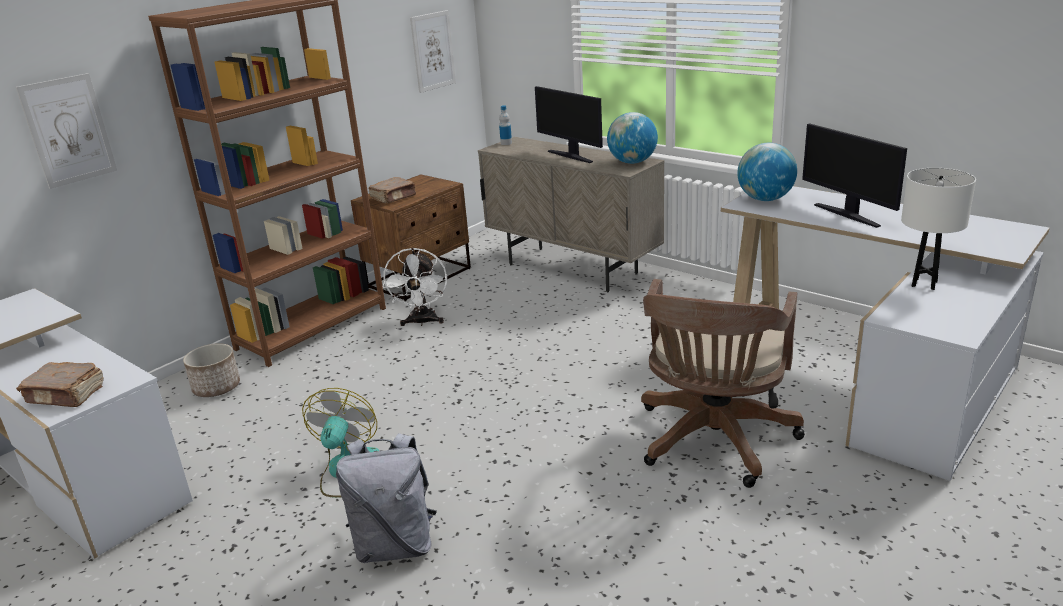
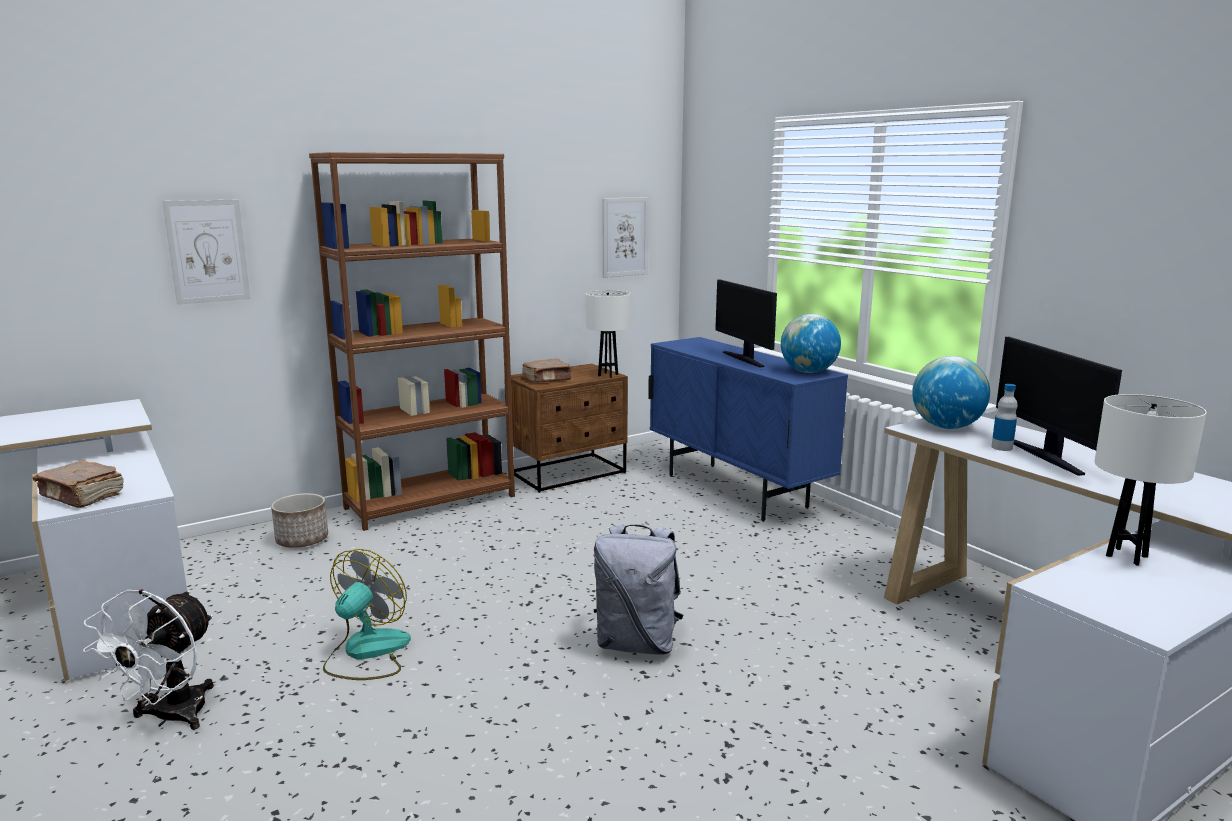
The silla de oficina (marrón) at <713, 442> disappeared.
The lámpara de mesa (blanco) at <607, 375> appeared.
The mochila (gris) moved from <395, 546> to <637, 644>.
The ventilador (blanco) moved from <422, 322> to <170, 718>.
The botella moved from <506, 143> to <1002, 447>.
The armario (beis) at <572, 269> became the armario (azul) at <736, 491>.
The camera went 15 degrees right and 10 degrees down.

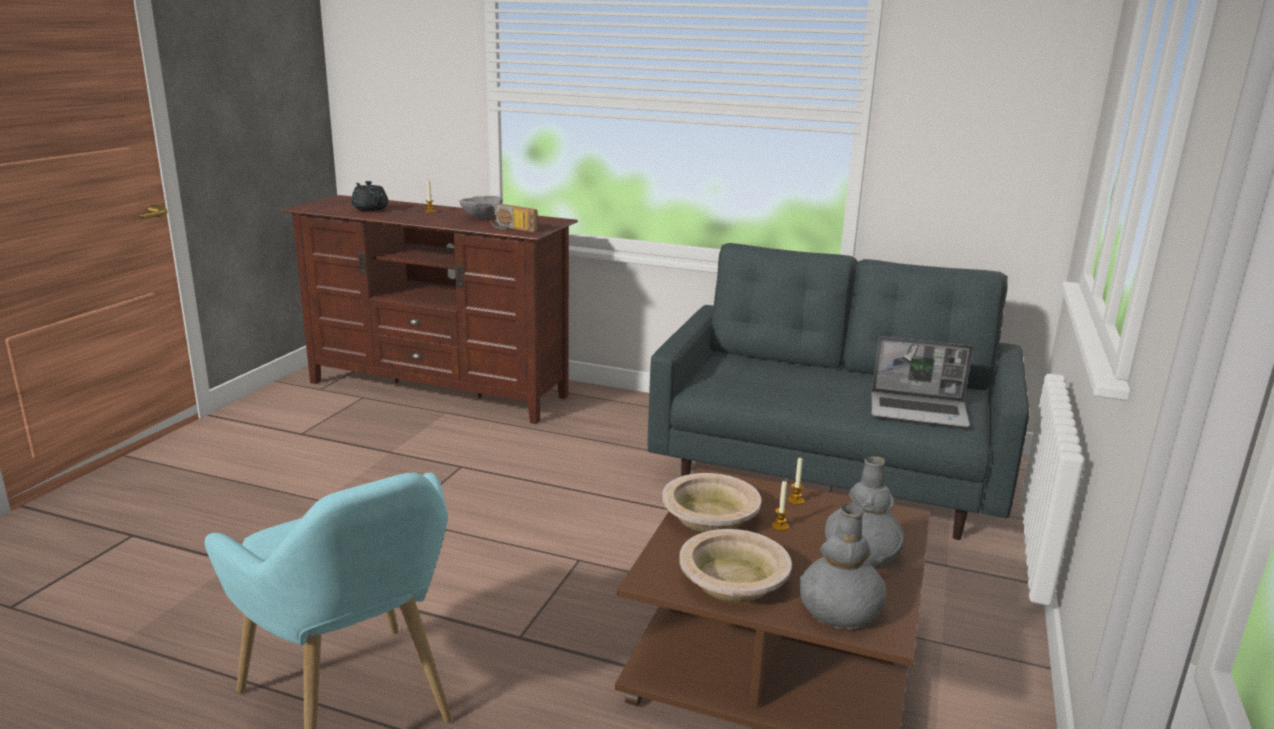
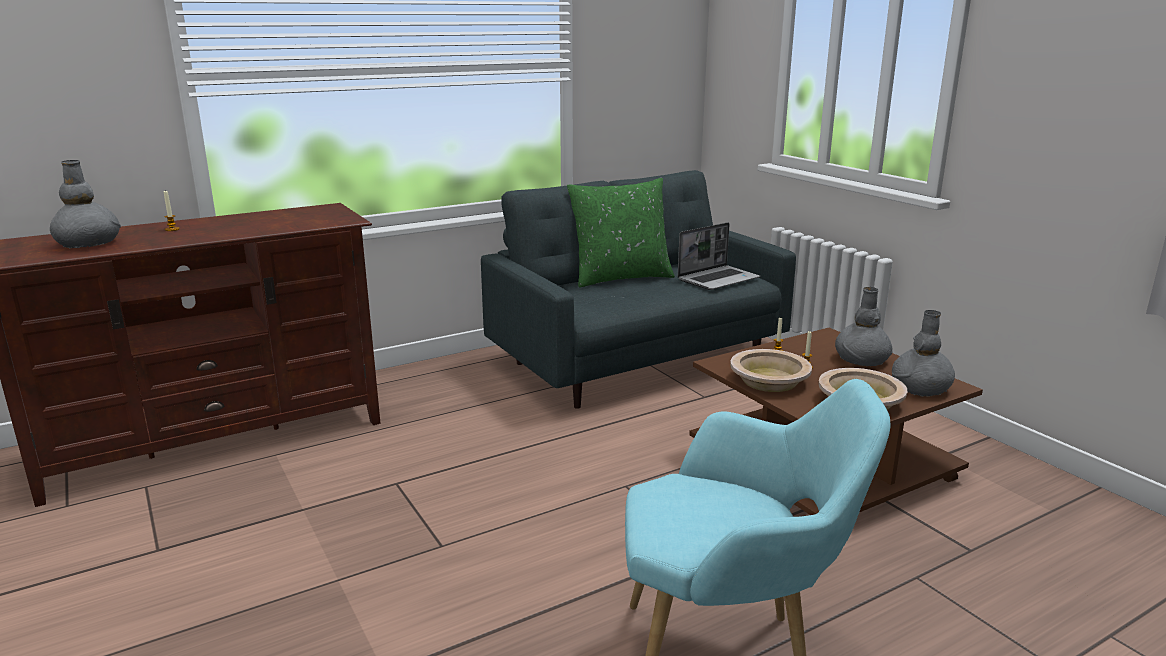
The cuenco (gris) at <480, 218> disappeared.
The radio at <511, 229> disappeared.
The cojín (verde) at <620, 278> appeared.
The tetera (negro) at <370, 209> was replaced by the florero (gris) at <88, 244>.
The camera went 50 degrees left and 0 degrees up.

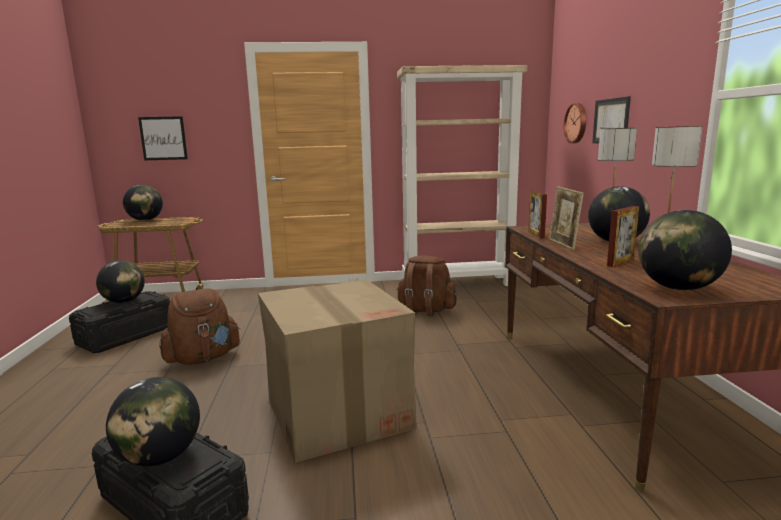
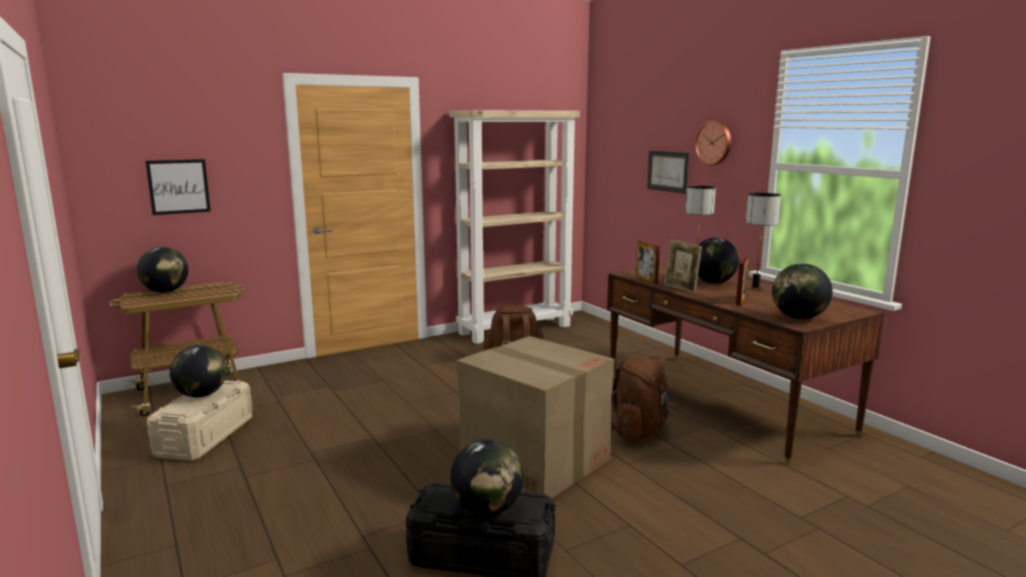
The mochila (marrón) moved from <203, 358> to <638, 431>.
The reloj de pared moved from <576, 123> to <714, 143>.
The caja de almacenaje (negro) at <126, 336> became the caja de almacenaje (beis) at <205, 436>.
The camera went 25 degrees left and 0 degrees up.

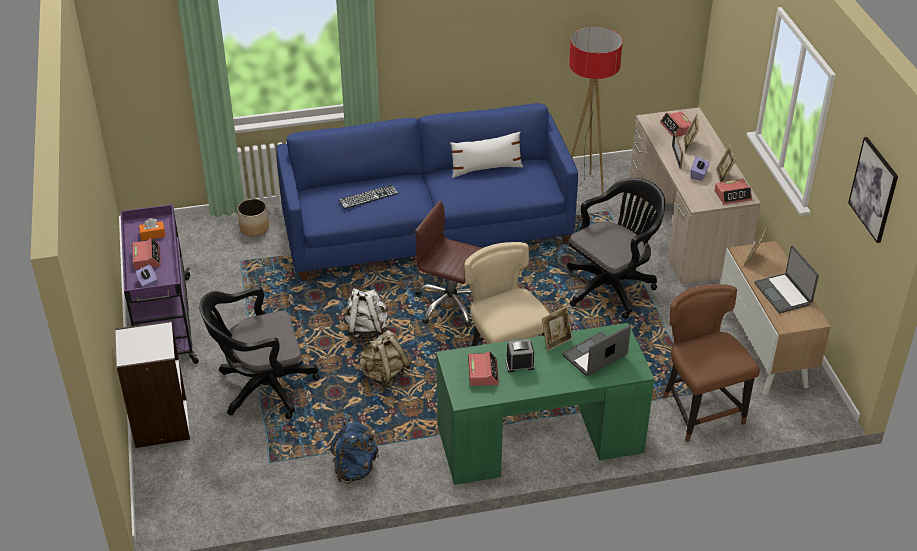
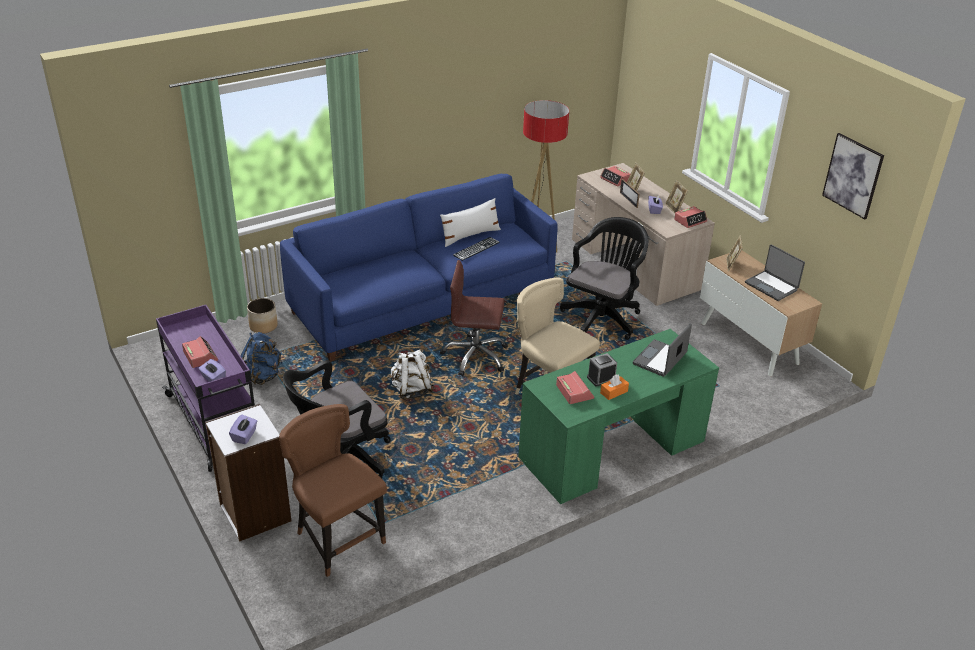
The mochila (beis) at <384, 375> disappeared.
The portarretratos at <556, 341> disappeared.
The caja de pañuelos (morado) at <244, 436> appeared.
The caja de pañuelos (naranja) moved from <152, 235> to <614, 392>.
The mochila (azul) moved from <355, 469> to <263, 375>.
The teclado moved from <368, 197> to <476, 248>.
The silla (marrón) moved from <700, 410> to <338, 539>.
The camera went 20 degrees left and 5 degrees down.

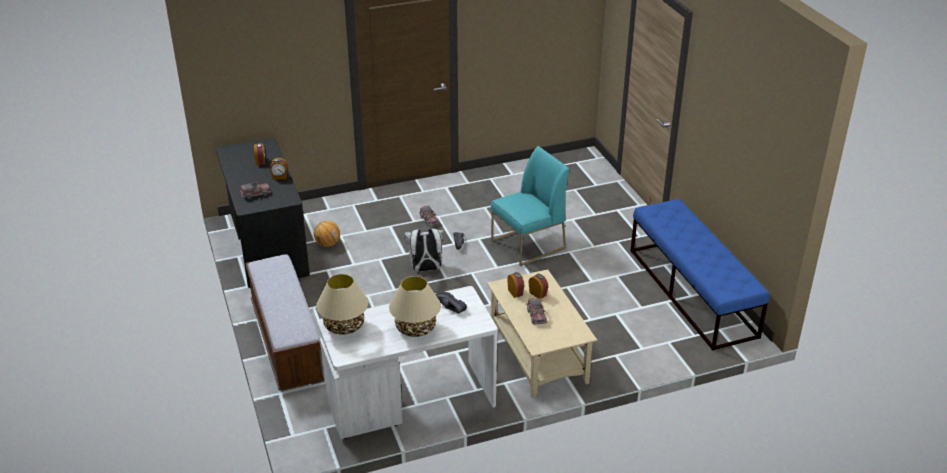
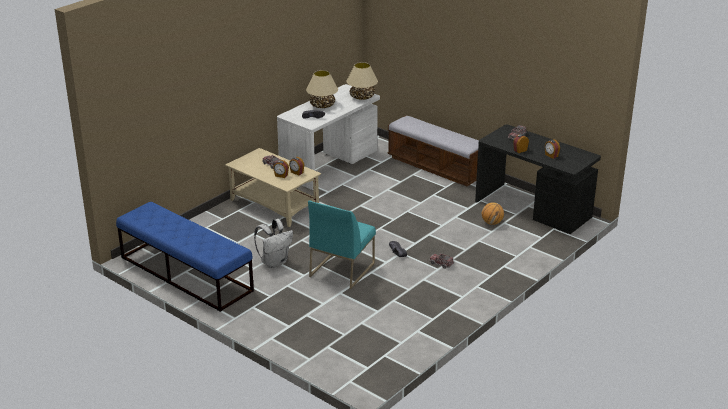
The mochila (blanco) moved from <426, 269> to <274, 262>.
The camera went 150 degrees right and 5 degrees down.

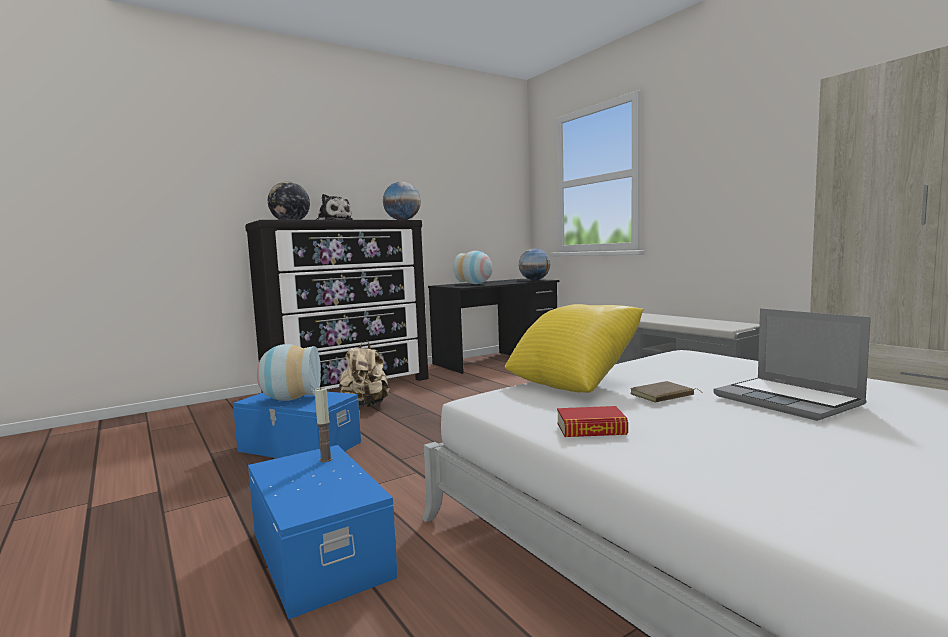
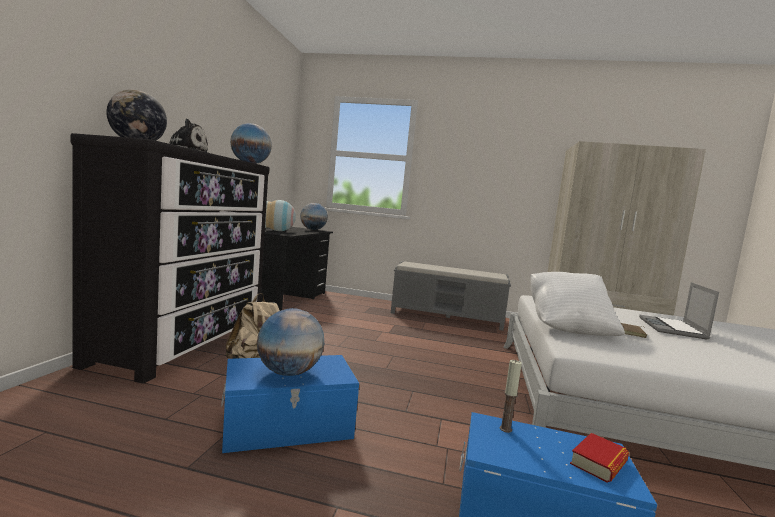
The libro moved from <591, 429> to <598, 463>.
The florero at <290, 399> was replaced by the globo terráqueo at <289, 372>.
The cojín (amarillo) at <573, 383> became the cojín (blanco) at <568, 327>.
The portátil at <789, 401> turned 90 degrees clockwise.
The camera went 45 degrees left and 0 degrees up.

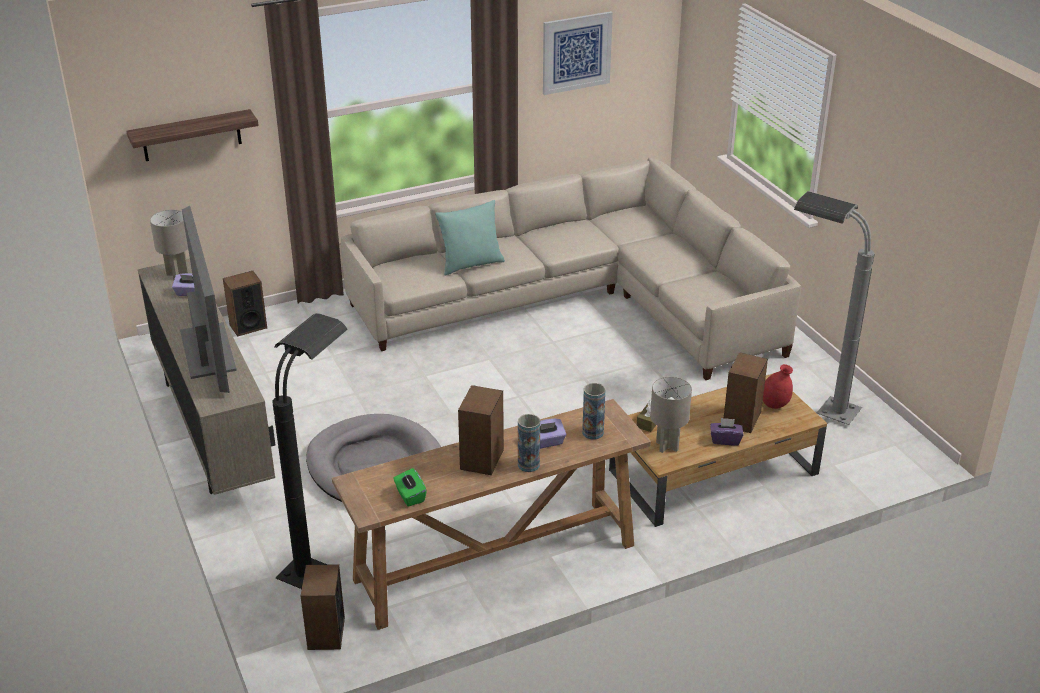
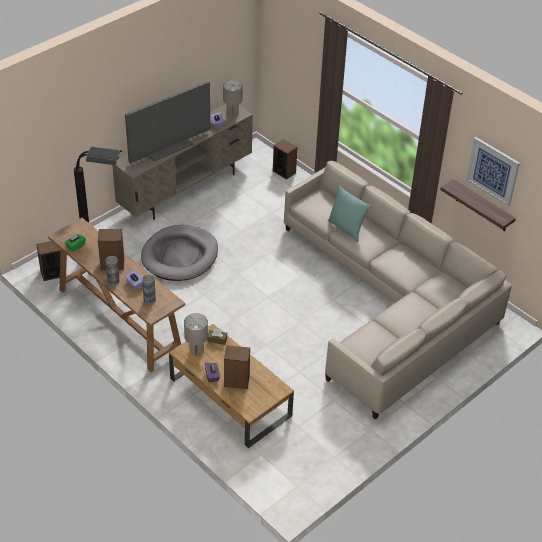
The florero (rojo) at <774, 405> disappeared.
The lámpara de pie (gris) at <815, 406> disappeared.
The estante moved from <191, 135> to <482, 206>.
The camera went 70 degrees right and 10 degrees up.

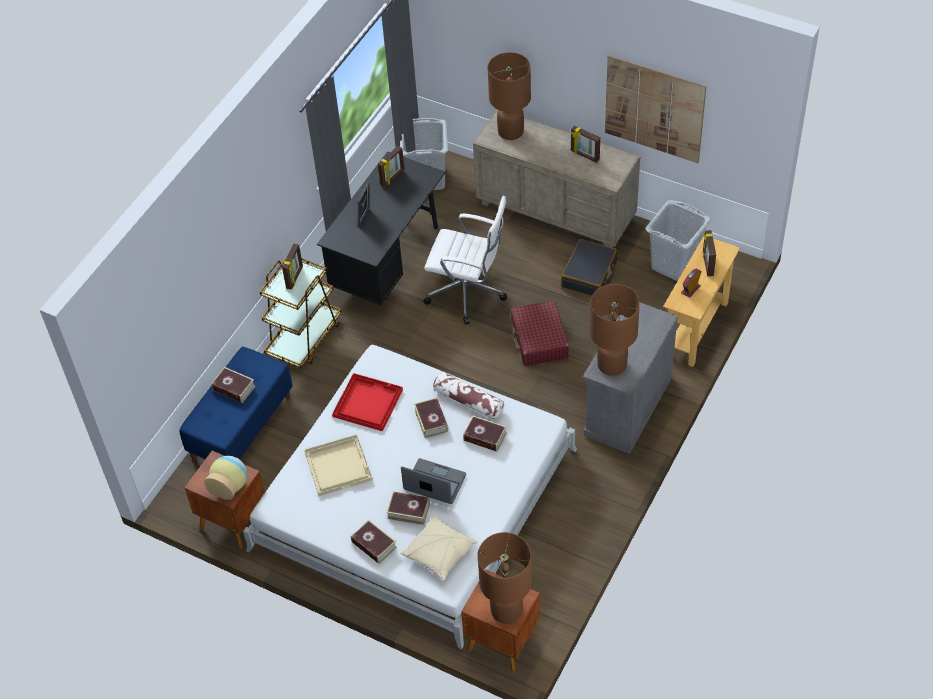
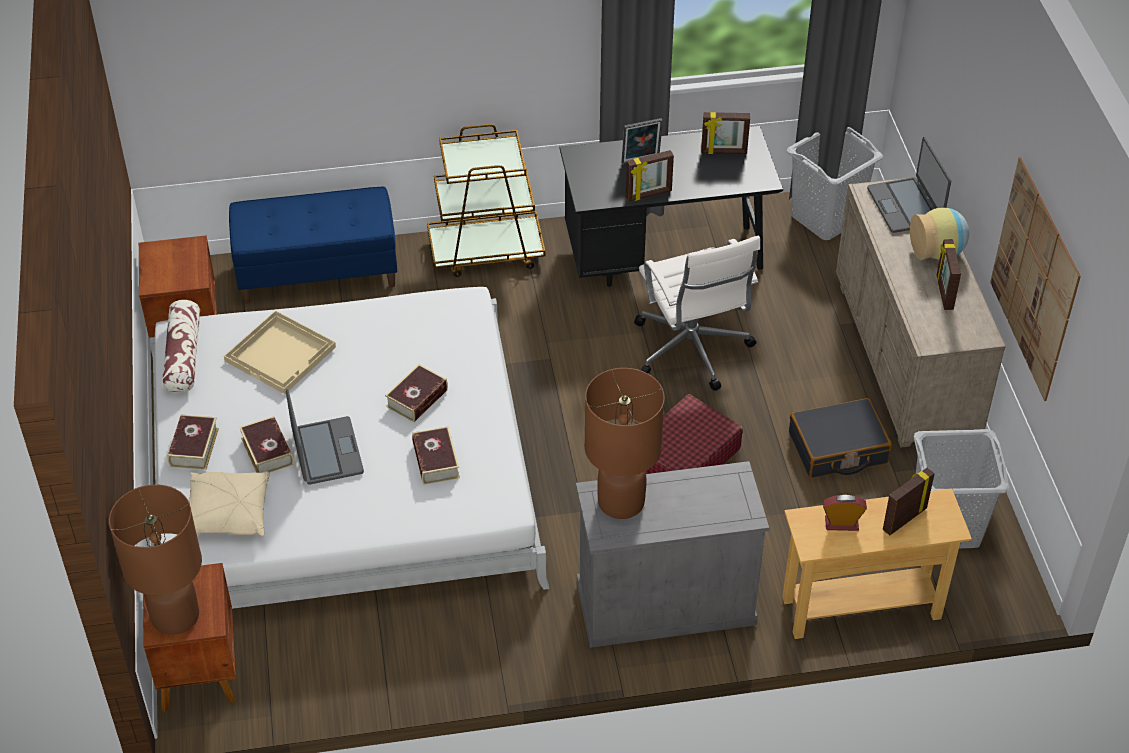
The libro at <234, 388> disappeared.
The bandeja (rojo) at <367, 402> disappeared.
The florero moved from <230, 485> to <938, 252>.
The portarretratos moved from <295, 277> to <649, 194>.
The cojín moved from <468, 401> to <183, 355>.
The lámpara de mesa (marrón) at <511, 131> was replaced by the portátil at <905, 206>.
The camera went 50 degrees right and 5 degrees down.

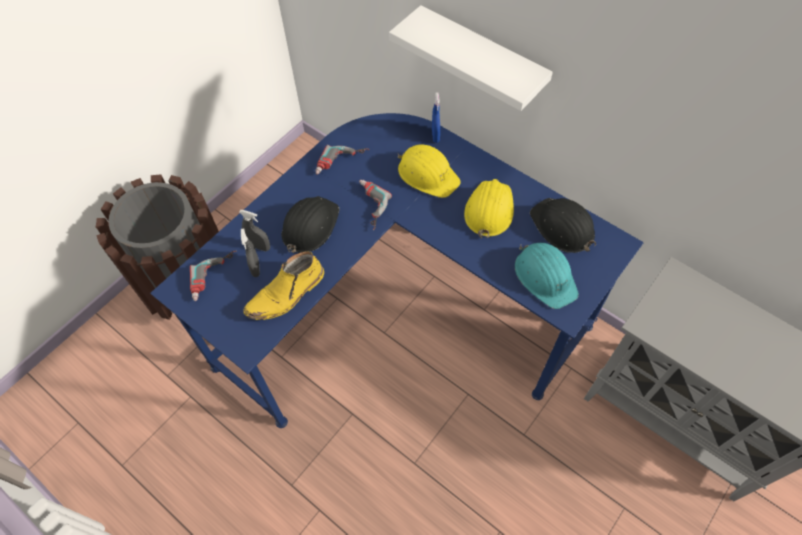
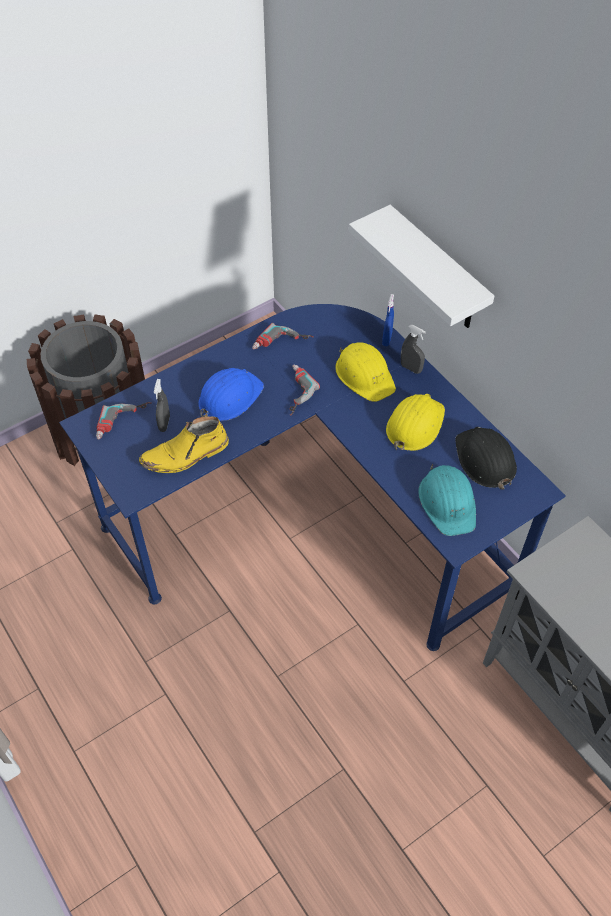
The pulverizador (gris) moved from <259, 246> to <411, 368>.
The casco (negro) at <310, 226> became the casco (azul) at <229, 397>.
The camera went 15 degrees right and 5 degrees down.

